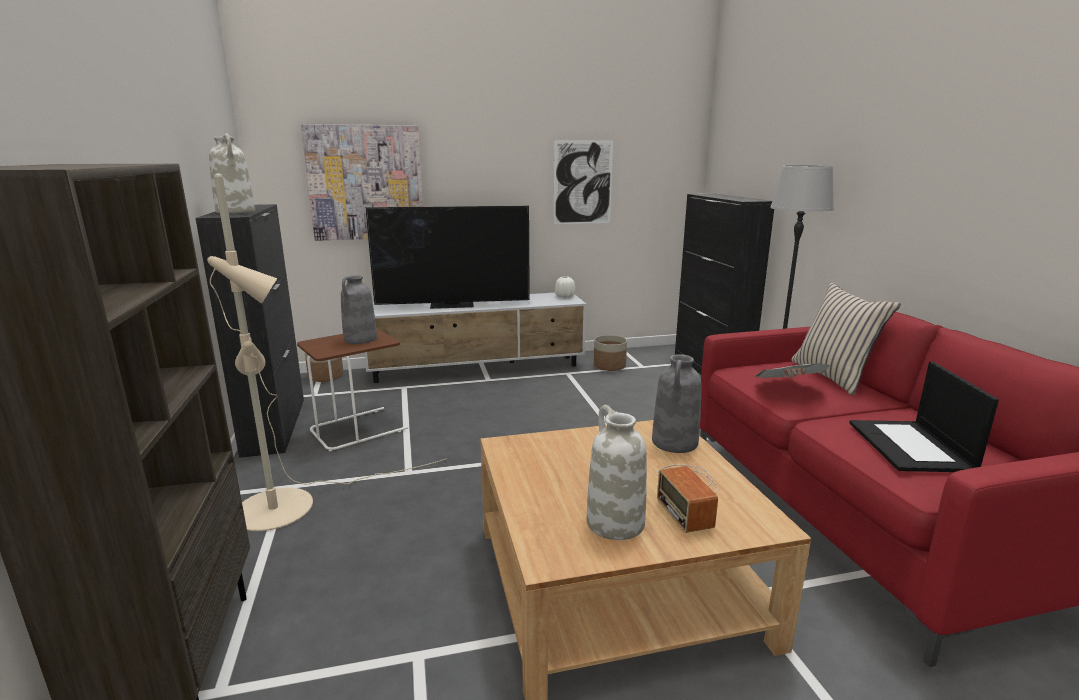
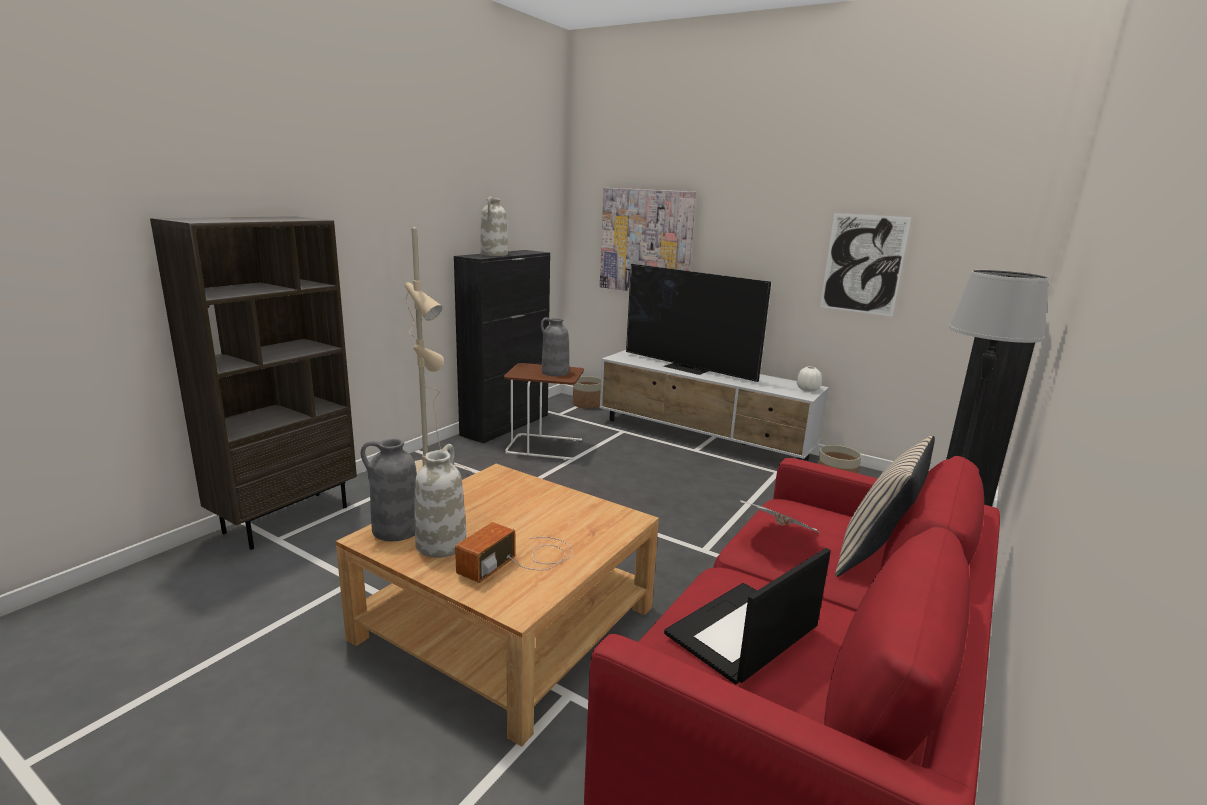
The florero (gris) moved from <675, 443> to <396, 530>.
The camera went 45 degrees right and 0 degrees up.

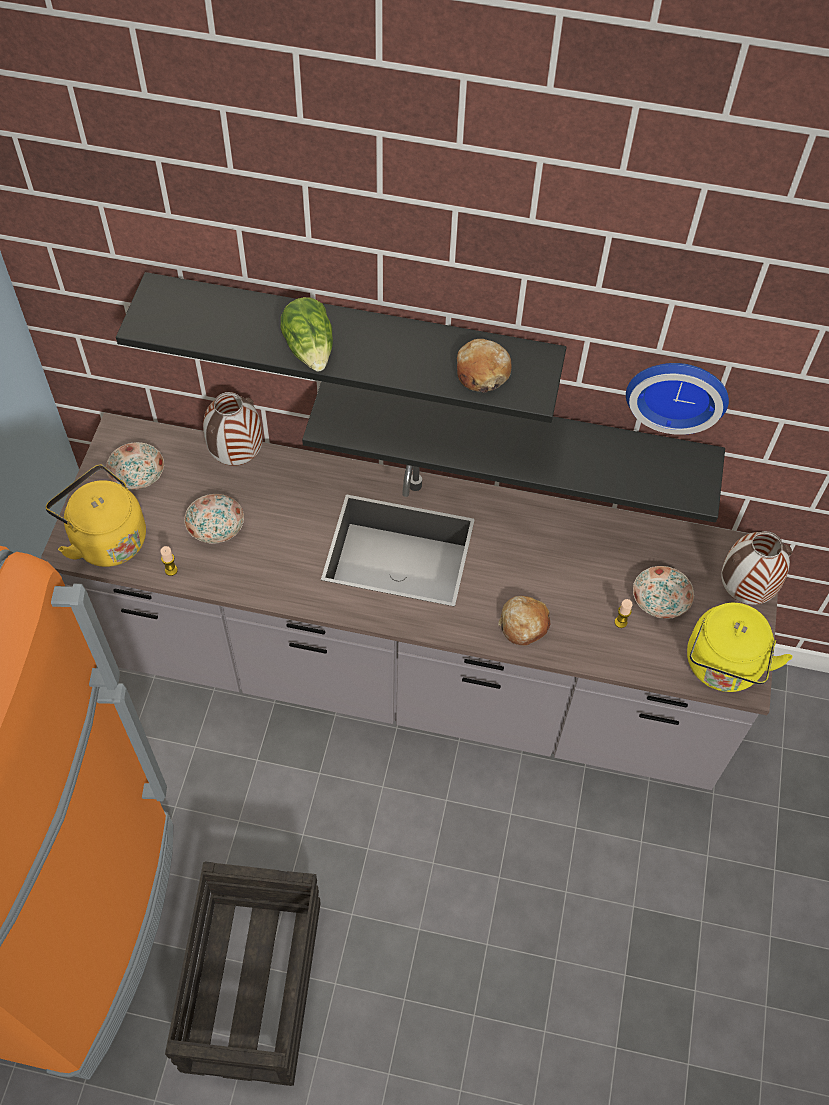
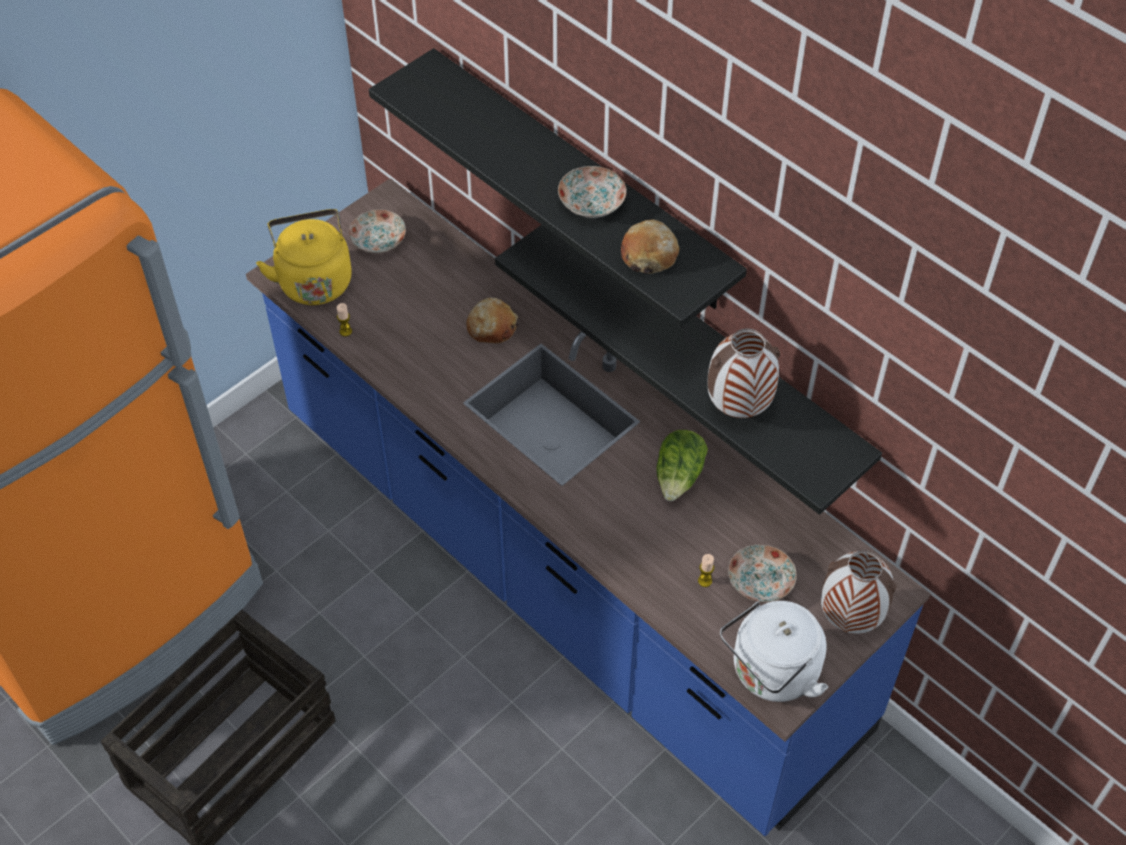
The reloj de pared at <677, 391> disappeared.
The plato moved from <216, 526> to <592, 203>.
The florero moved from <237, 456> to <738, 408>.
The lechuga moved from <310, 349> to <679, 476>.
The pan moved from <523, 624> to <491, 327>.
The mueble bajo de cocina (gris) at <409, 671> became the mueble bajo de cocina (azul) at <563, 571>.
The hervidor (amarillo) at <722, 668> became the hervidor (blanco) at <771, 673>.
The camera went 35 degrees right and 5 degrees down.

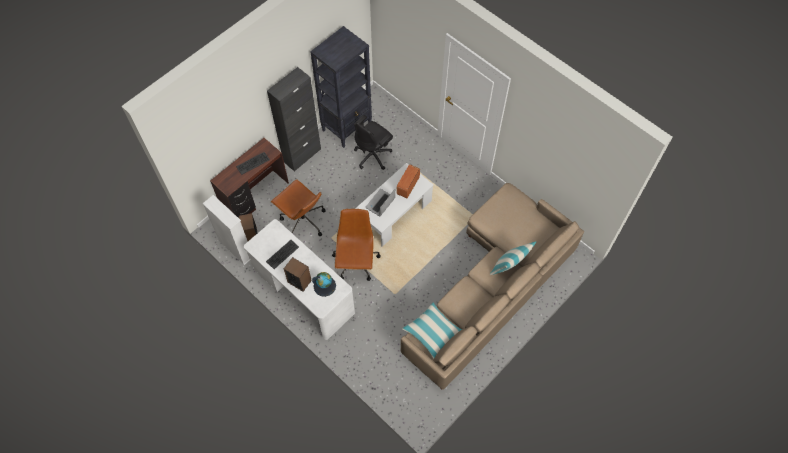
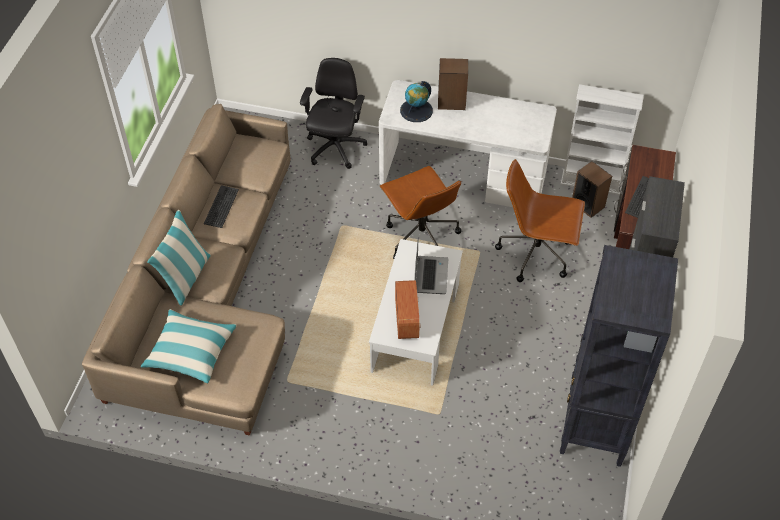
The teclado moved from <282, 254> to <222, 207>.
The silla de oficina (negro) moved from <373, 155> to <335, 149>.
The cojín moved from <432, 332> to <191, 352>.
The camera went 150 degrees right and 10 degrees down.

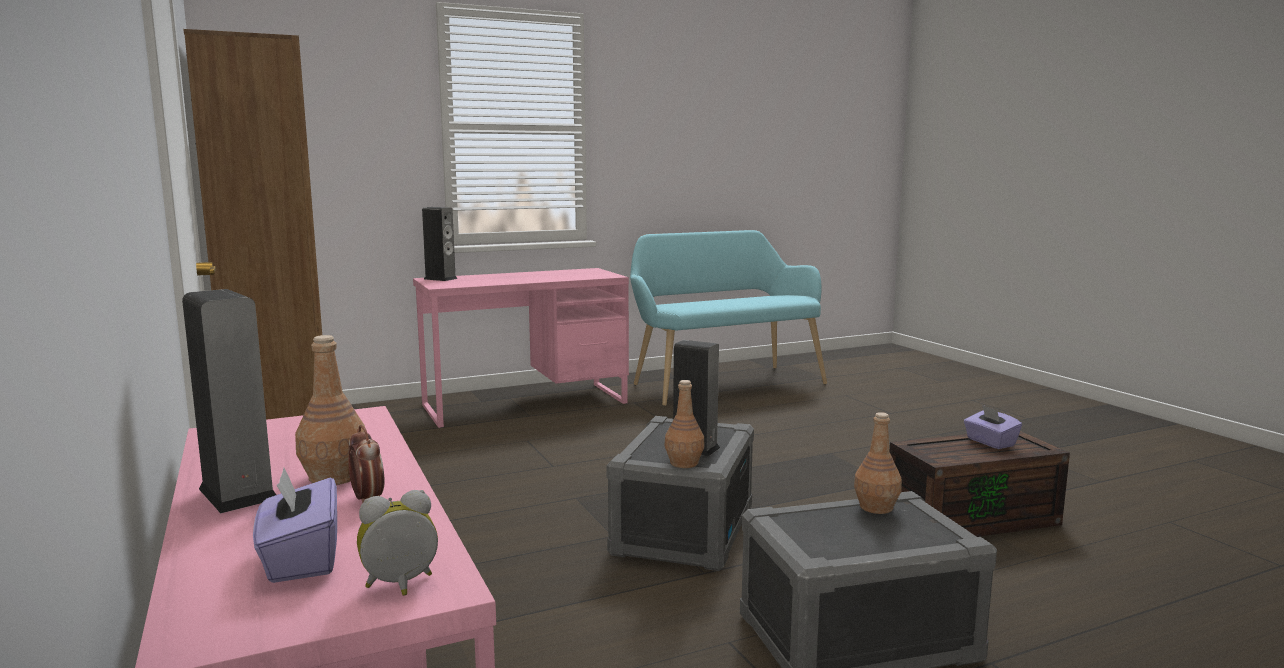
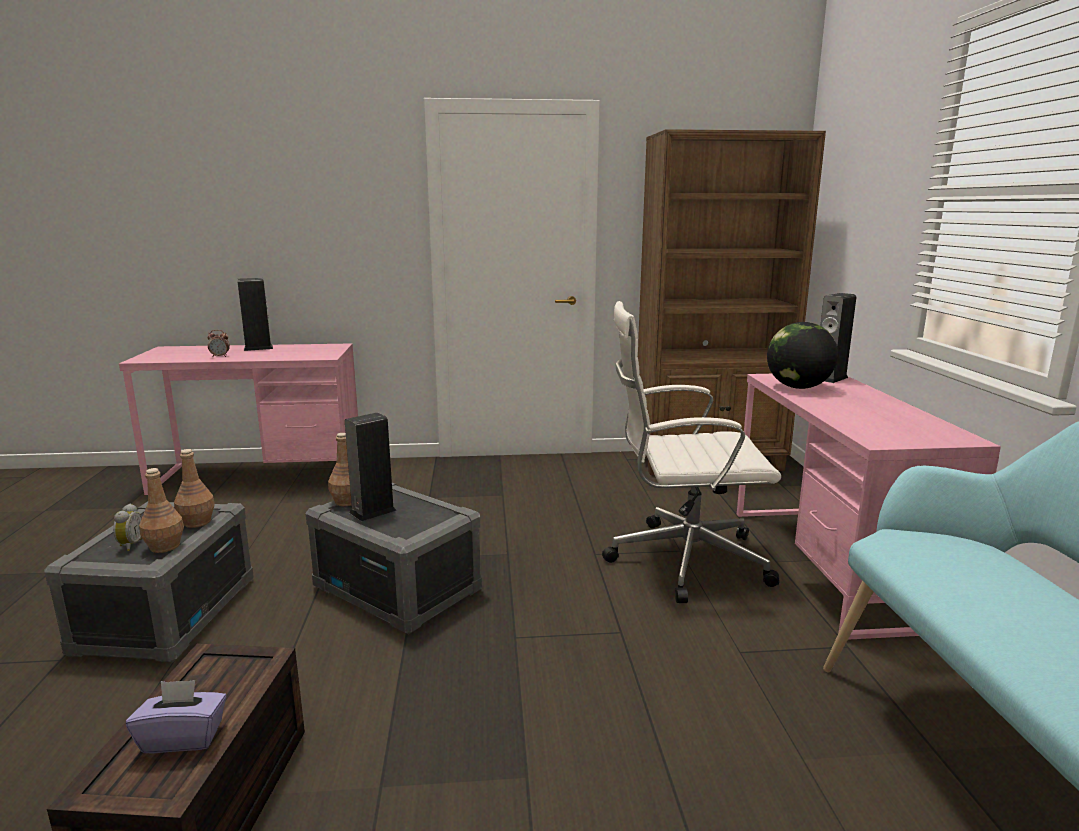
The caja de pañuelos (morado) at <301, 559> disappeared.
The silla de oficina (blanco) at <683, 560> appeared.
The globo terráqueo at <798, 387> appeared.
The botella (marrón) moved from <335, 477> to <196, 522>.
The despertador moved from <401, 586> to <129, 545>.
The camera went 110 degrees right and 5 degrees up.

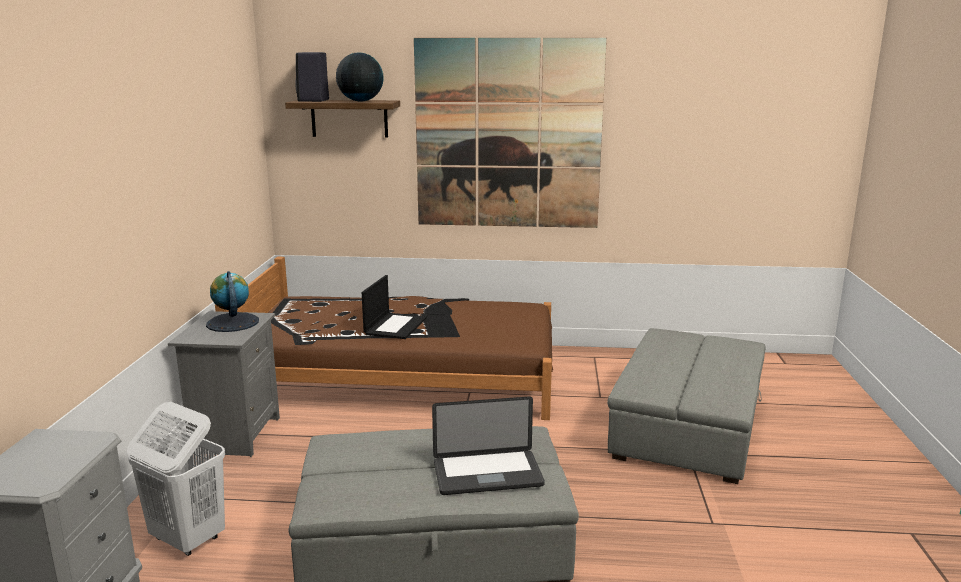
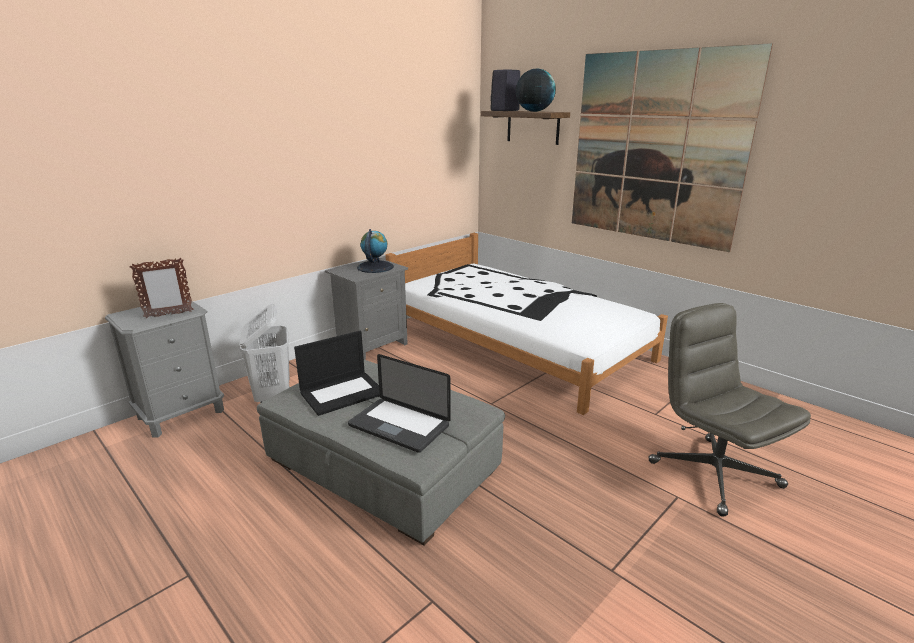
The portarretratos at <168, 314> appeared.
The portátil moved from <395, 326> to <343, 392>.
The puf (gris) at <688, 425> was replaced by the silla de oficina (gris) at <713, 473>.
The cama (marrón) at <401, 376> became the cama (blanco) at <515, 343>.
The camera went 40 degrees right and 5 degrees up.

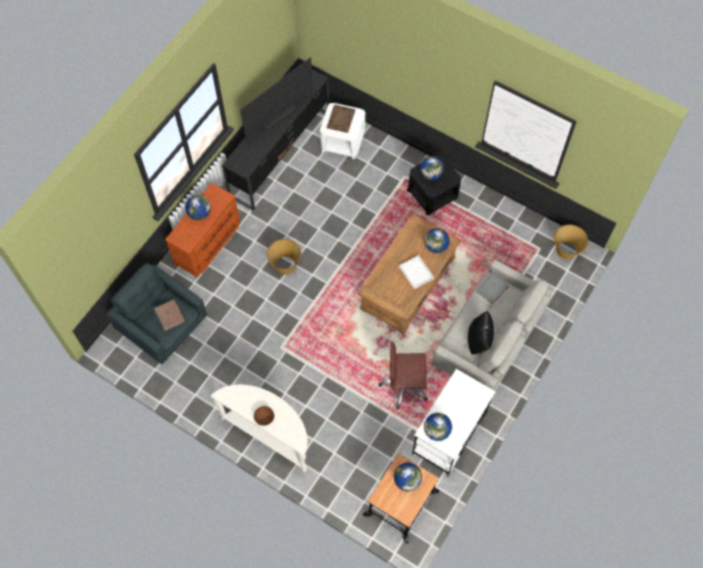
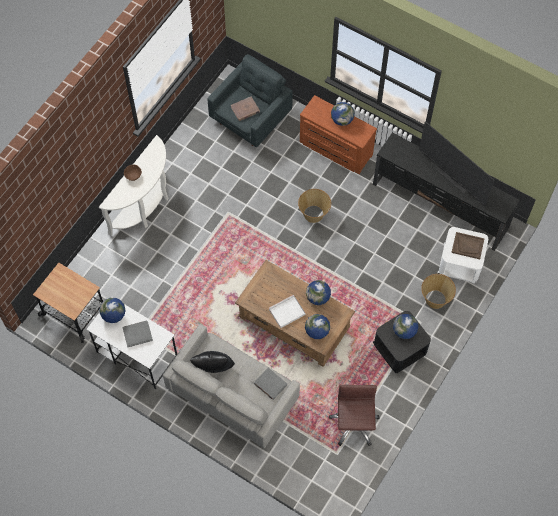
The libro (gris) at <137, 334> appeared.
The silla de oficina (marrón) moved from <404, 385> to <353, 424>.
The globo terráqueo moved from <407, 480> to <318, 297>.
The cesta moved from <566, 250> to <435, 299>.
The camera went 90 degrees right and 0 degrees up.

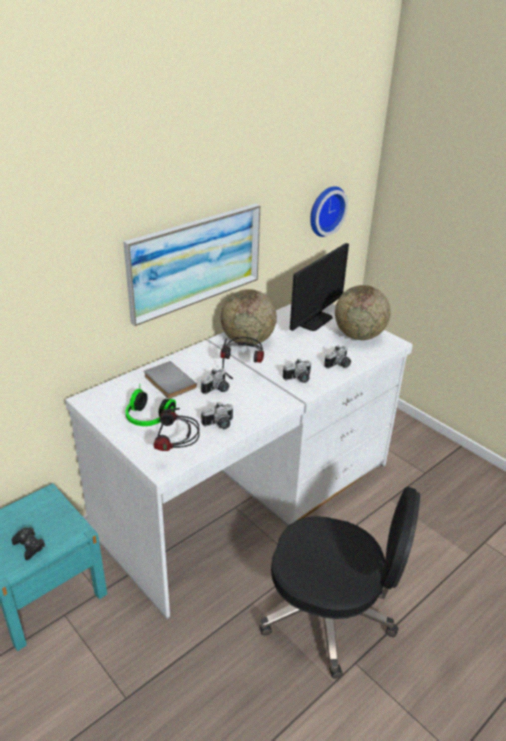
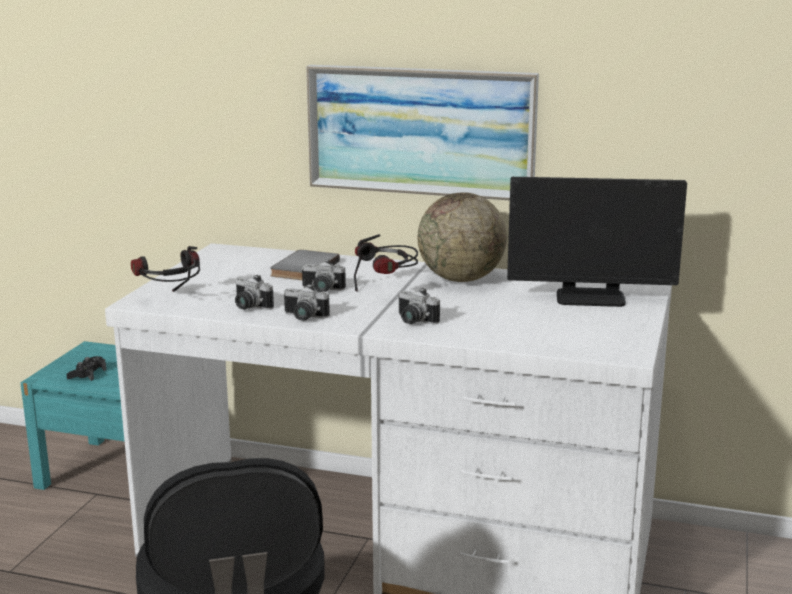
The auriculares at <148, 419> disappeared.
The reloj de pared at <325, 210> disappeared.
The globo terráqueo at <359, 336> disappeared.
The cámara moved from <339, 365> to <303, 317>.
The camera went 60 degrees right and 15 degrees down.

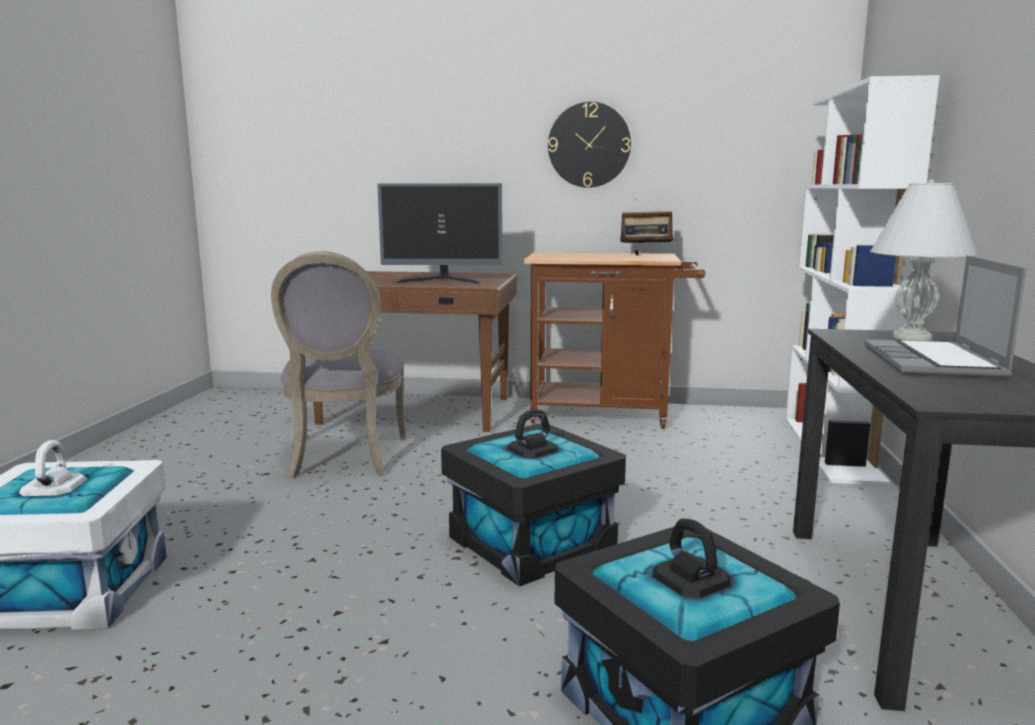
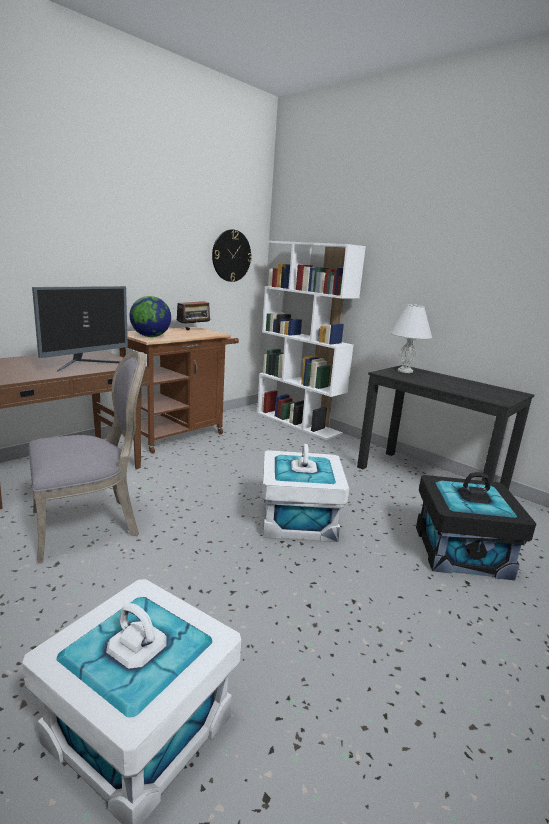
The portátil at <934, 363> disappeared.
The globo terráqueo at <150, 336> appeared.
The reloj de pared moved from <589, 145> to <231, 256>.
The caja de almacenaje (negro) at <532, 543> became the caja de almacenaje (blanco) at <299, 520>.
The silla (gris) at <344, 458> turned 60 degrees counterclockwise.
The camera went 55 degrees left and 5 degrees up.

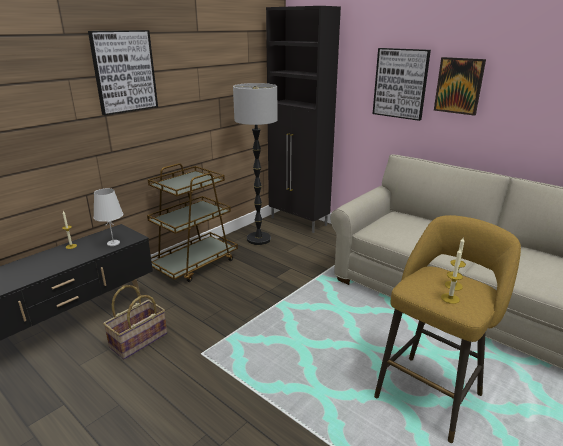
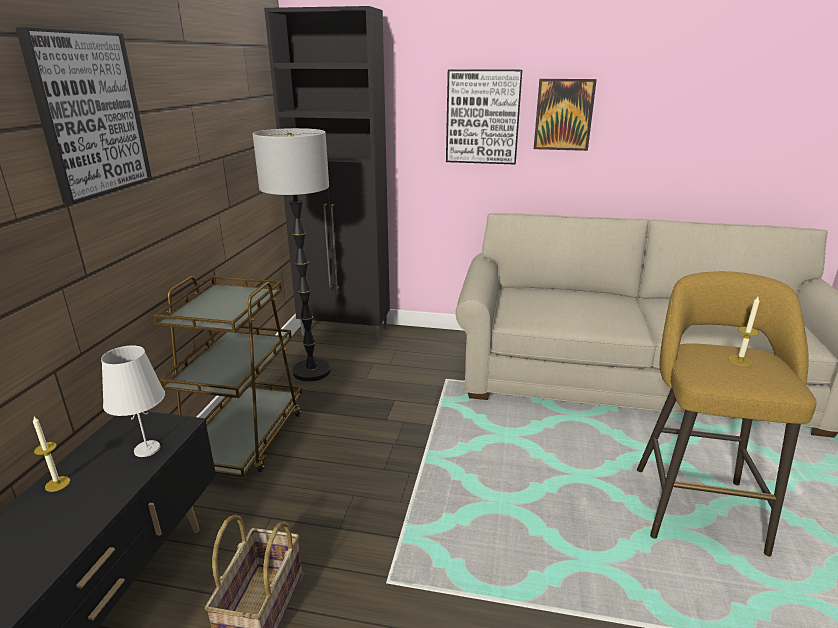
The vela at <450, 298> disappeared.
The camera went 30 degrees left and 0 degrees up.

